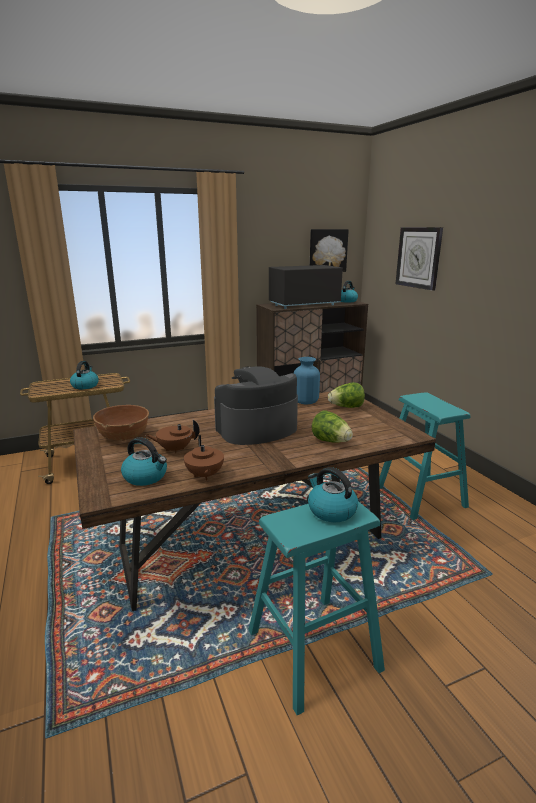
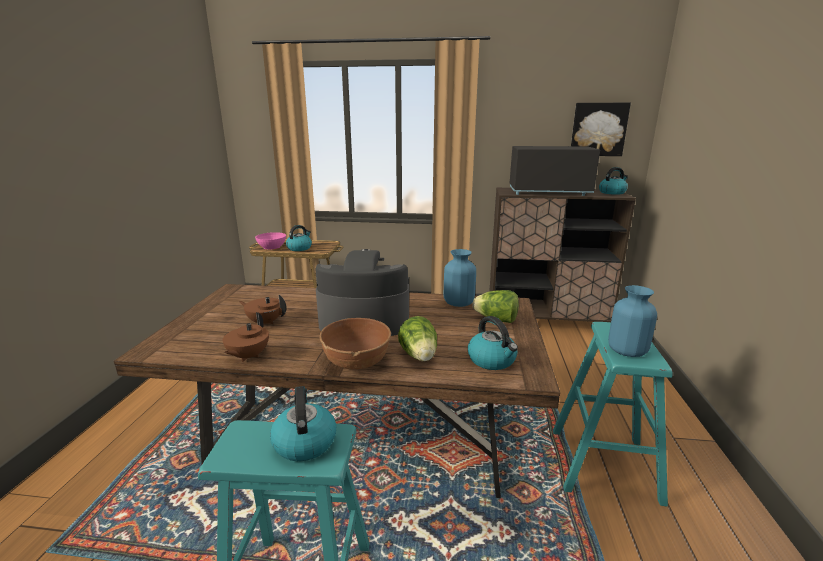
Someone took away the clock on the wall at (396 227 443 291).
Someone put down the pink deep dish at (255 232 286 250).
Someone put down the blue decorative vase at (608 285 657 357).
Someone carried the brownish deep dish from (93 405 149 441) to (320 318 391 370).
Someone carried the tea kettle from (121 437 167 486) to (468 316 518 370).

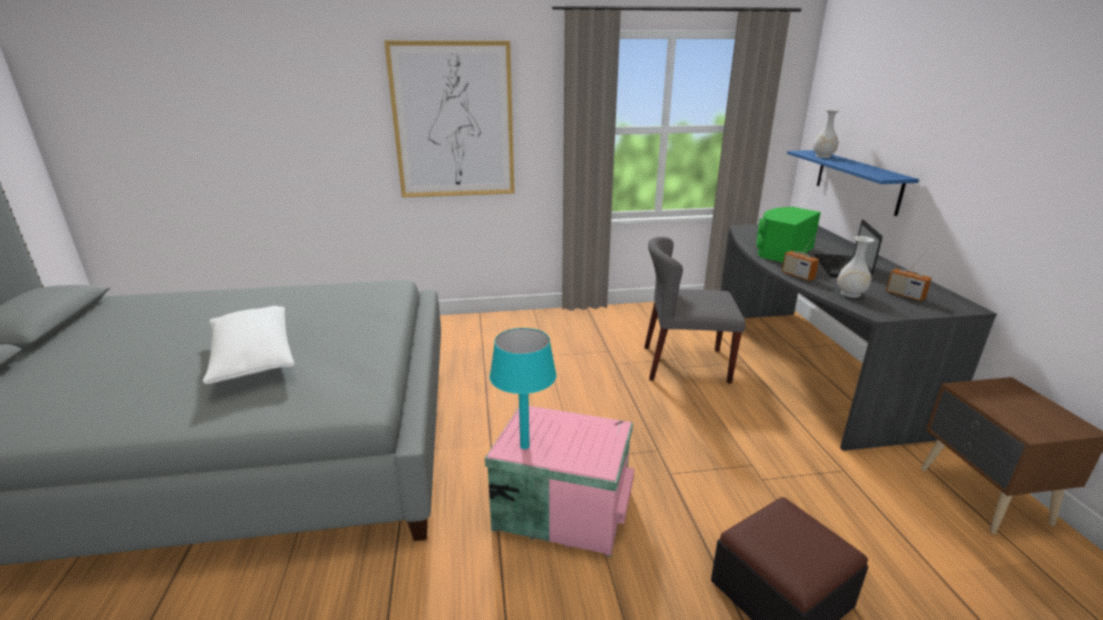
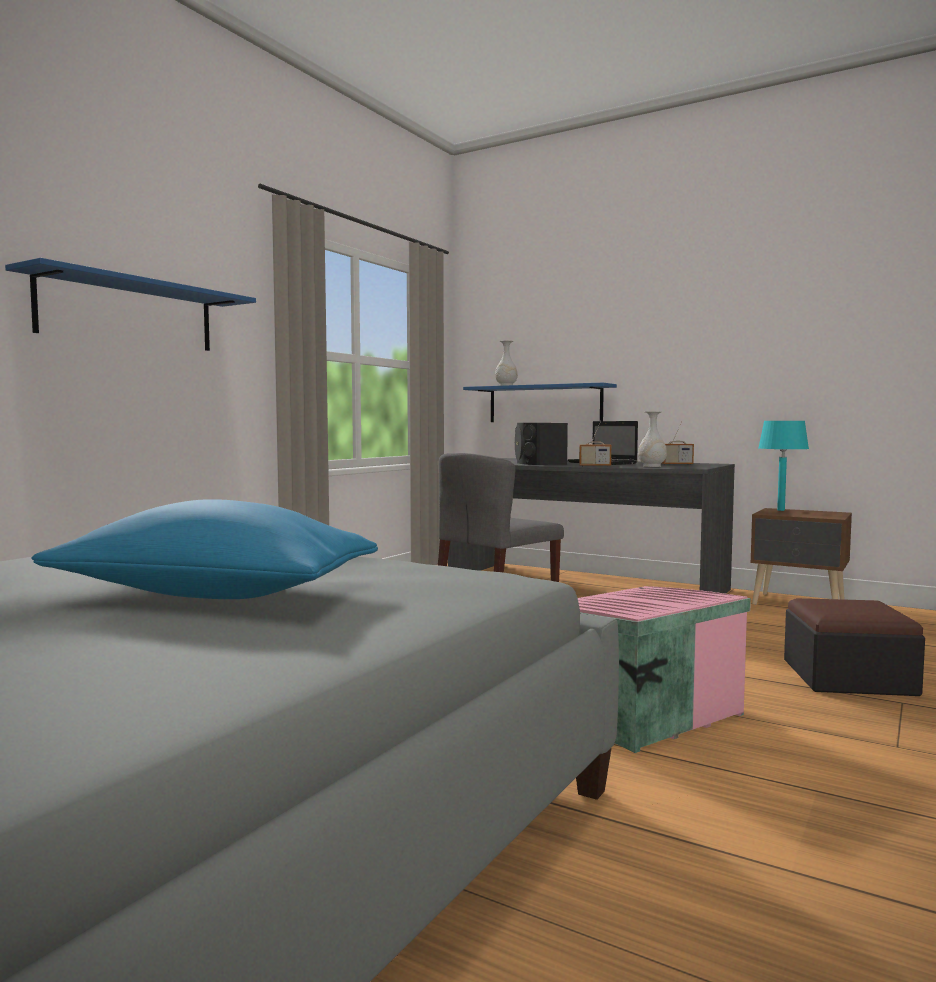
Someone carried the turquoise-coloured table lamp from (489 328 557 449) to (759 421 809 511).
Someone swapped the picture at (384 41 515 198) for the blue shelf at (5 258 256 351).
Someone repainted the white-coloured pillow at (203 306 294 384), which became the blue pillow at (32 499 378 599).
Someone repainted the green audio speaker at (756 207 821 262), which became the black audio speaker at (515 423 568 465).

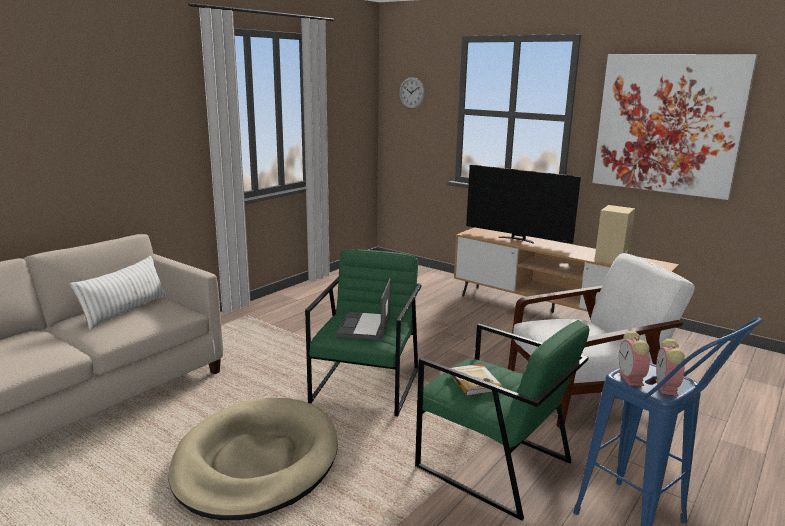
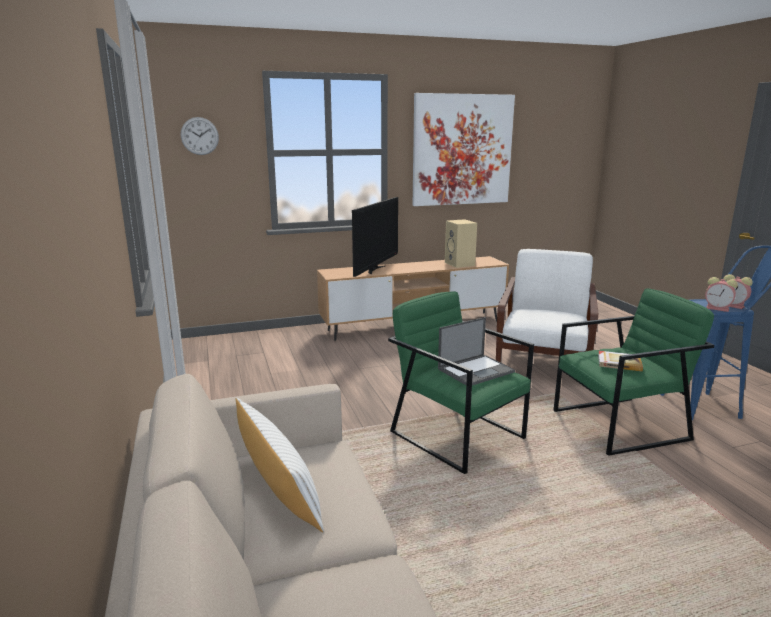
Someone took away the beige-coloured pet bed at (168 398 338 520).
Someone rotated the portable computer at (336 278 391 340) by 75 degrees counterclockwise.
Someone rotated the TV at (466 165 581 244) by 45 degrees counterclockwise.

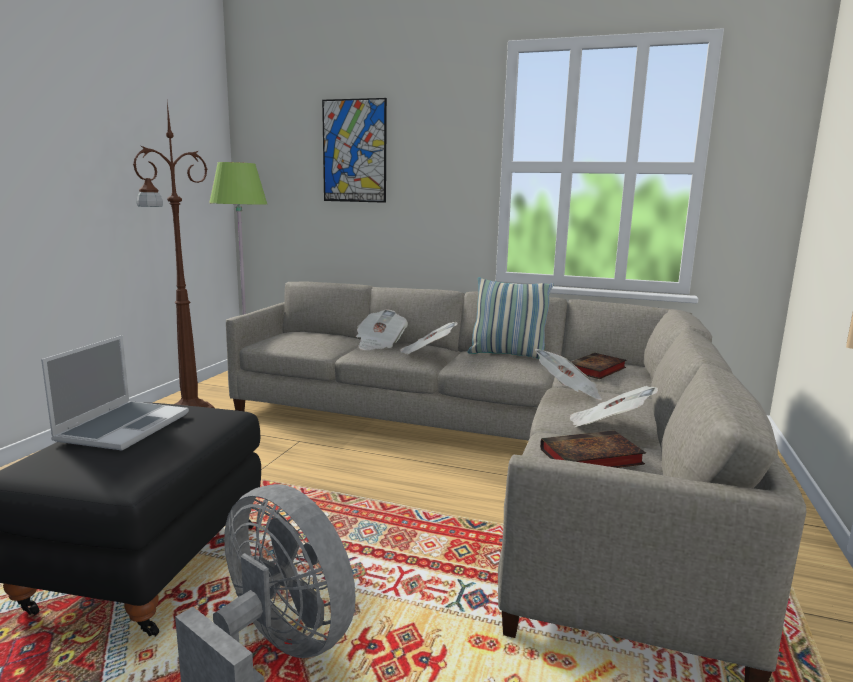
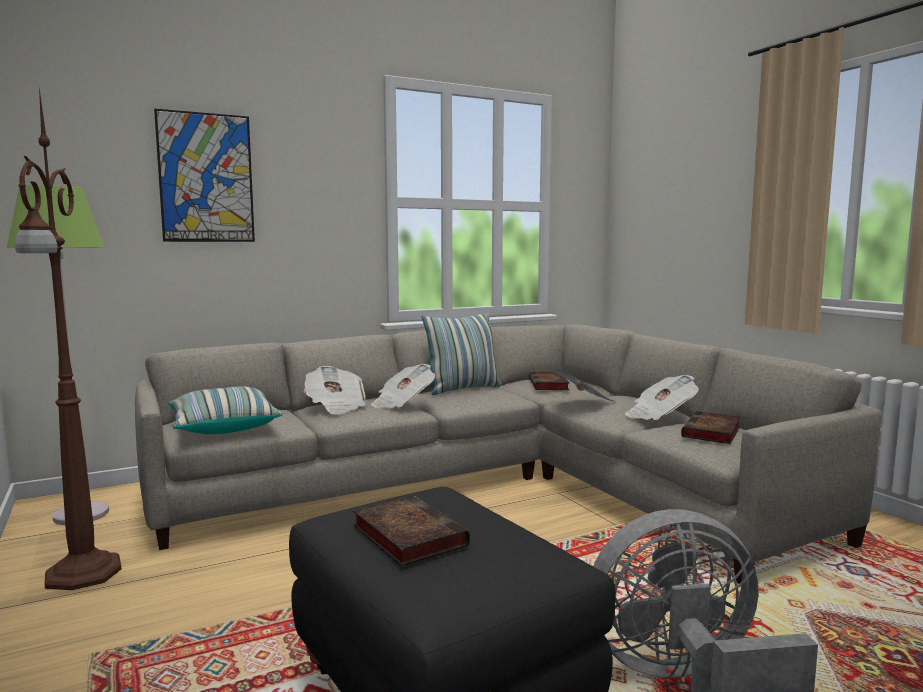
Someone put down the pillow at (168 386 283 434).
Someone swapped the portable computer at (41 335 189 450) for the book at (353 496 470 566).

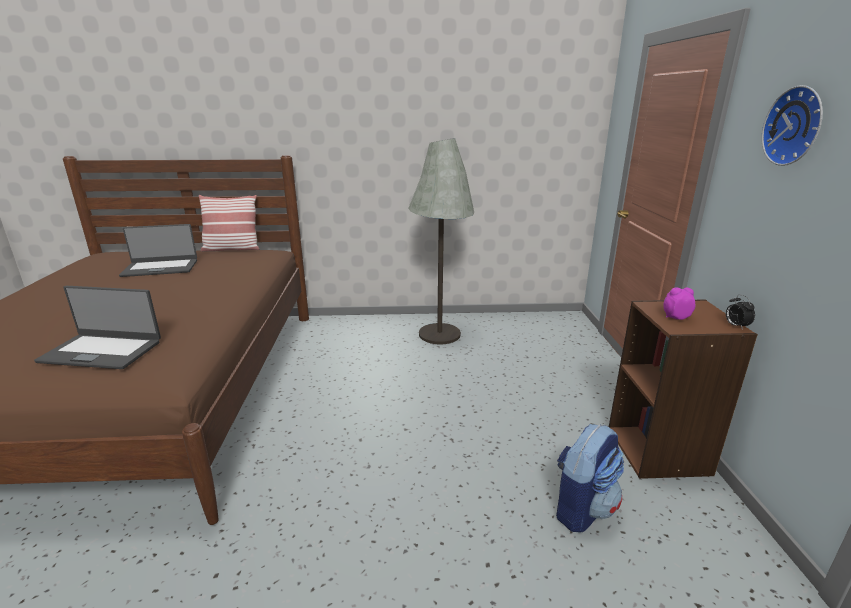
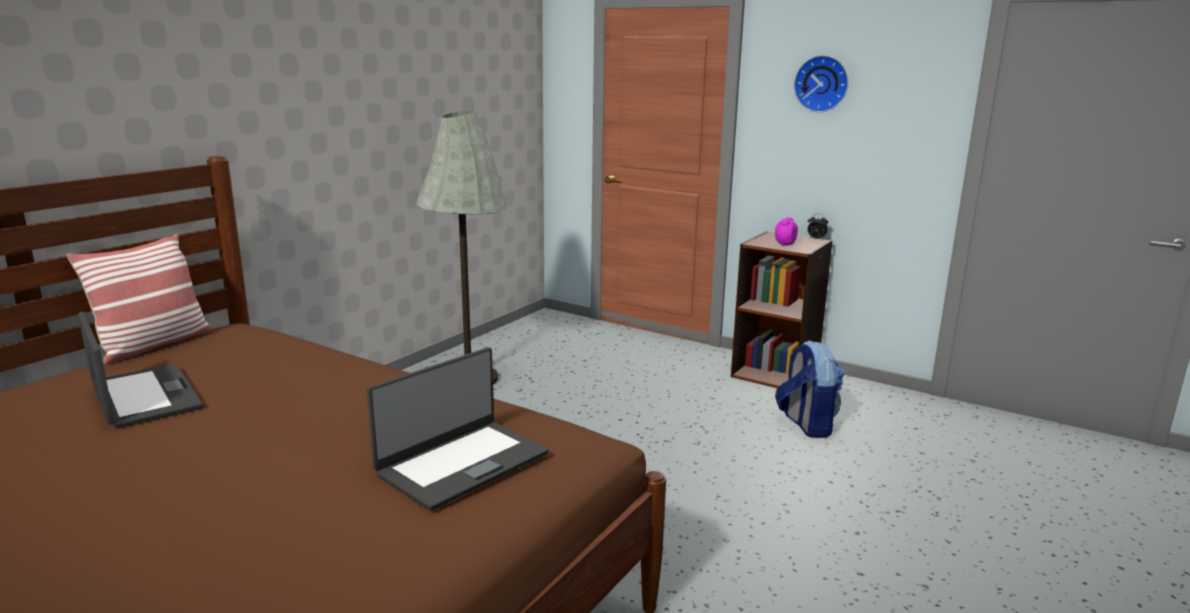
Someone rotated the portable computer at (119 224 197 277) by 60 degrees counterclockwise.

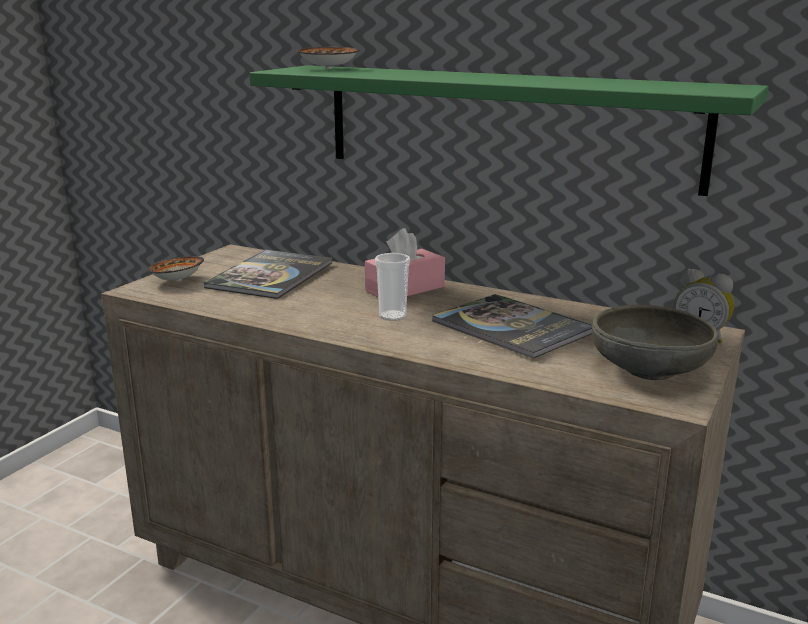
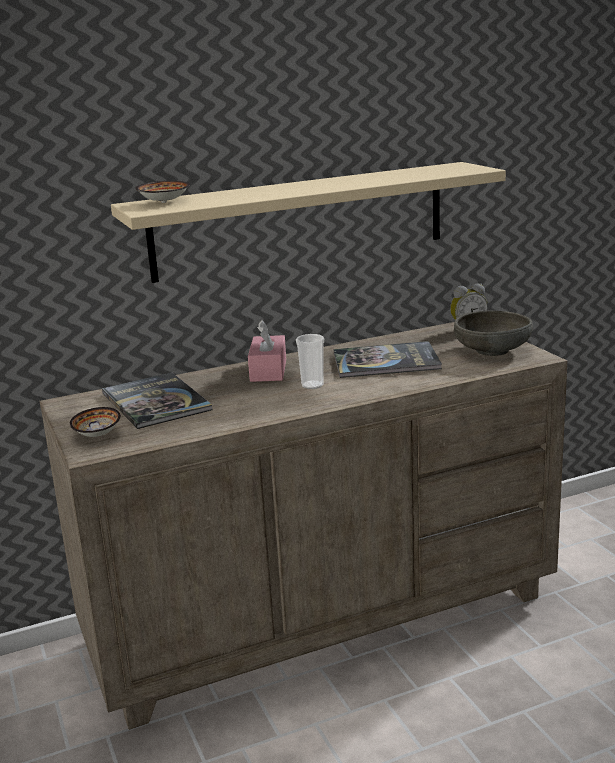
Someone repainted the green shelf at (249 65 768 196), which became the beige-coloured shelf at (111 162 506 283).

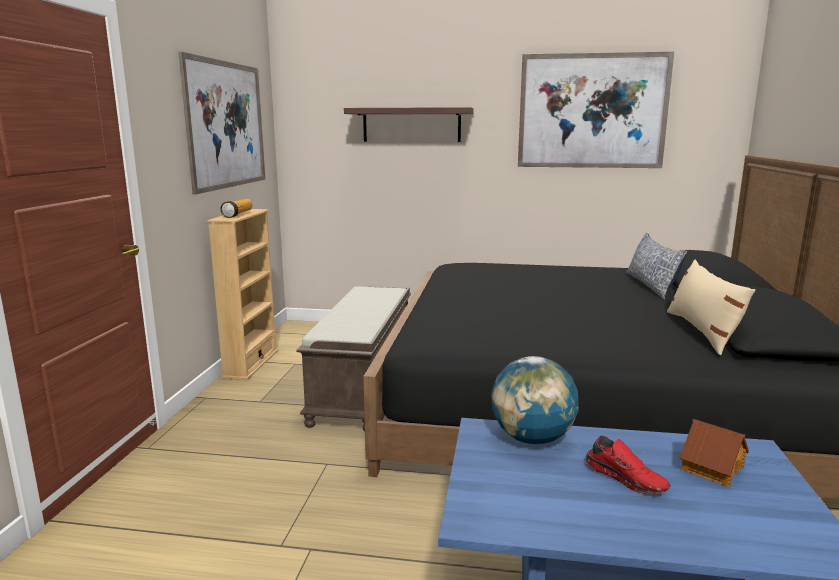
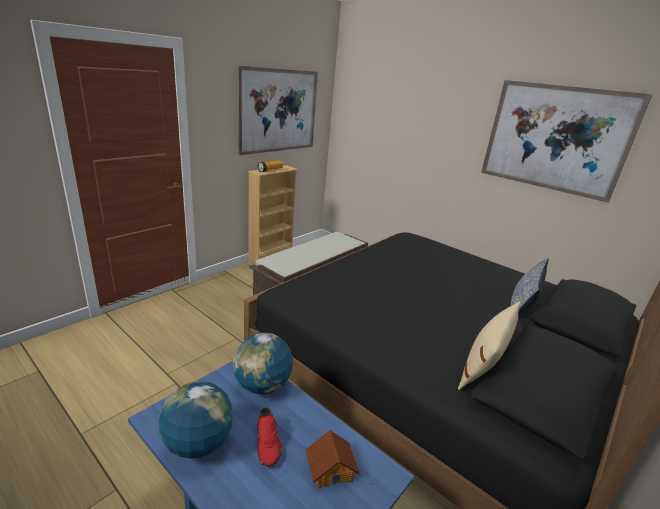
Someone took away the shelf at (344 107 474 142).
Someone put down the world globe at (158 381 233 459).

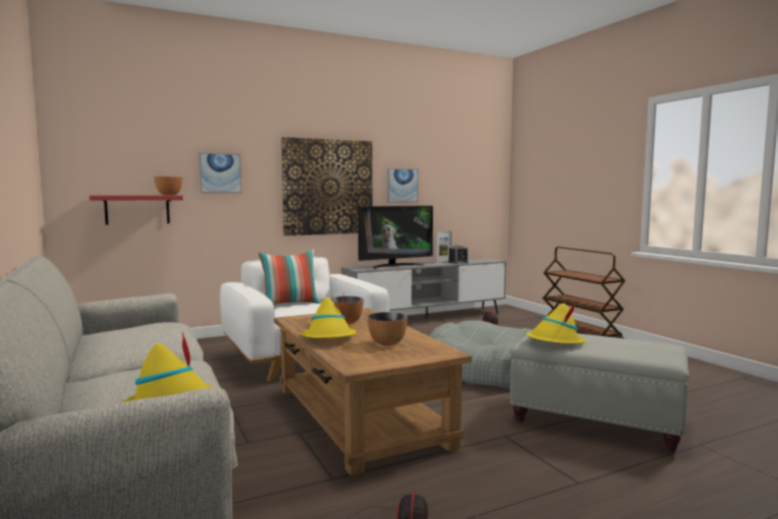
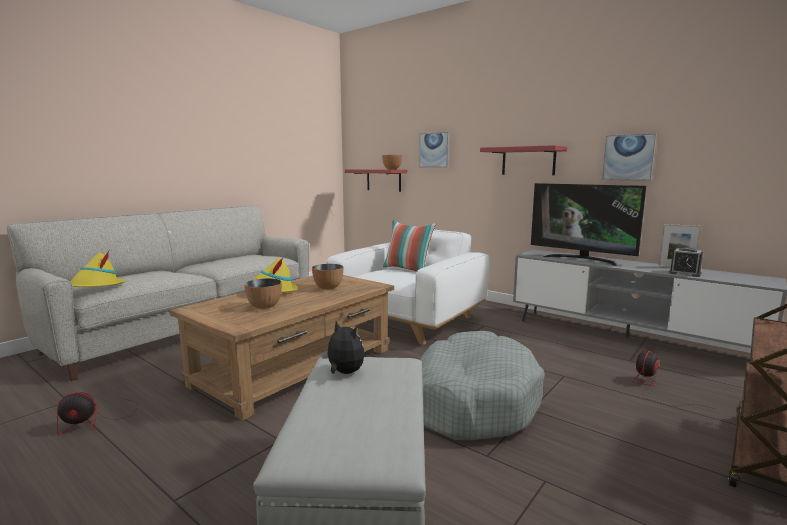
Someone swapped the picture at (281 137 372 236) for the red-coloured shelf at (480 145 567 175).
Someone swapped the yellowish wearable hat at (526 301 587 344) for the cuddly toy at (321 321 364 374).

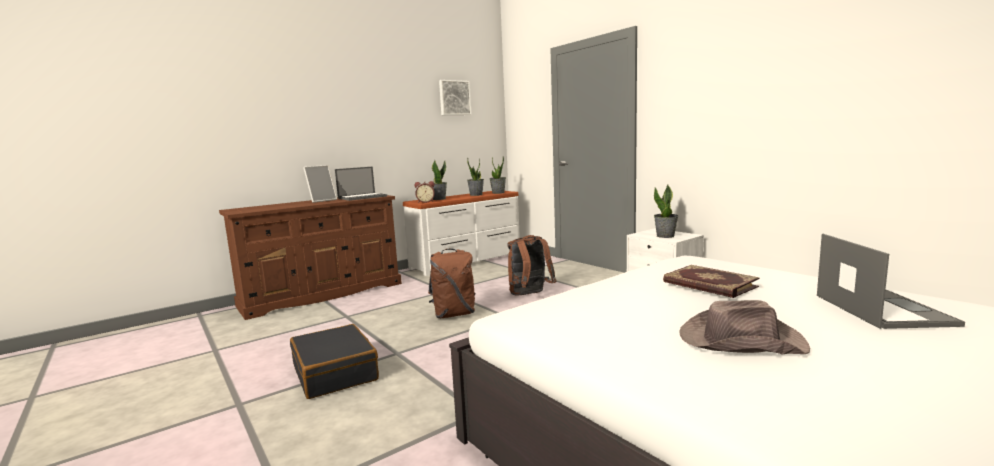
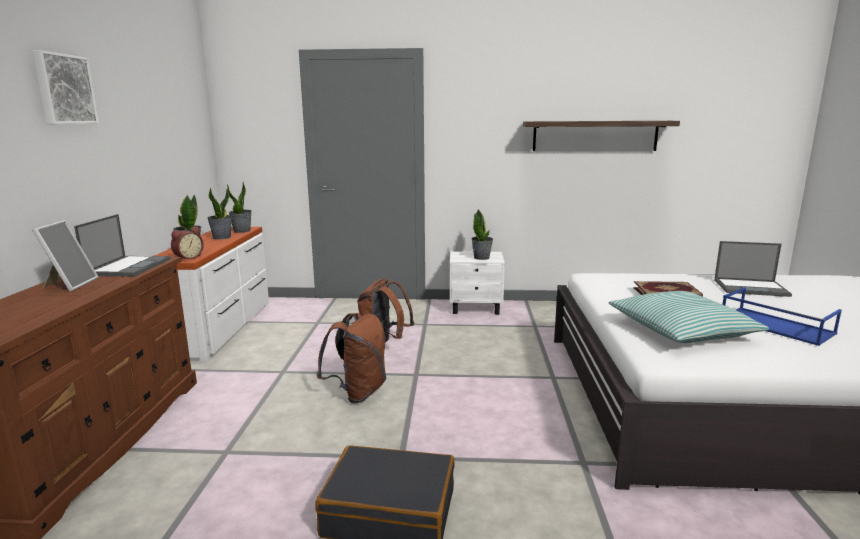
Someone put up the shelf at (523 121 680 151).
Someone put down the pillow at (609 291 769 343).
Someone carried the picture from (439 80 471 115) to (32 50 99 124).
Someone swapped the brownish wearable hat at (679 300 810 354) for the blue serving tray at (722 287 842 346).
Someone rotated the portable computer at (817 234 965 329) by 150 degrees clockwise.

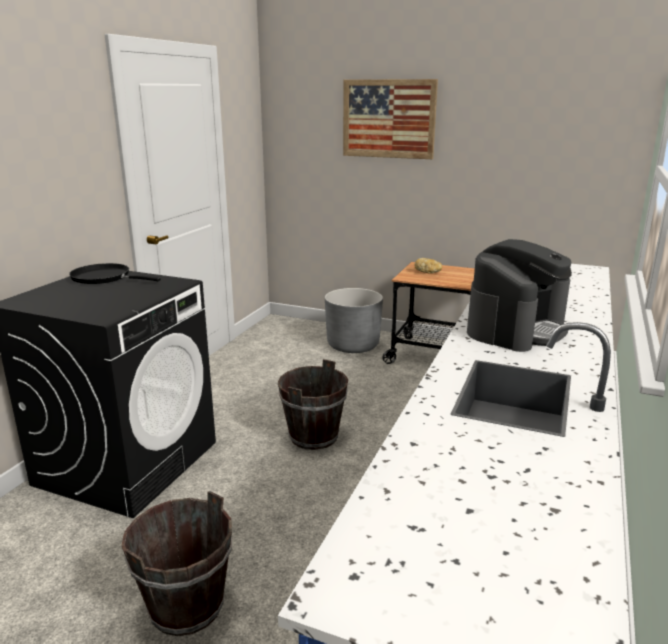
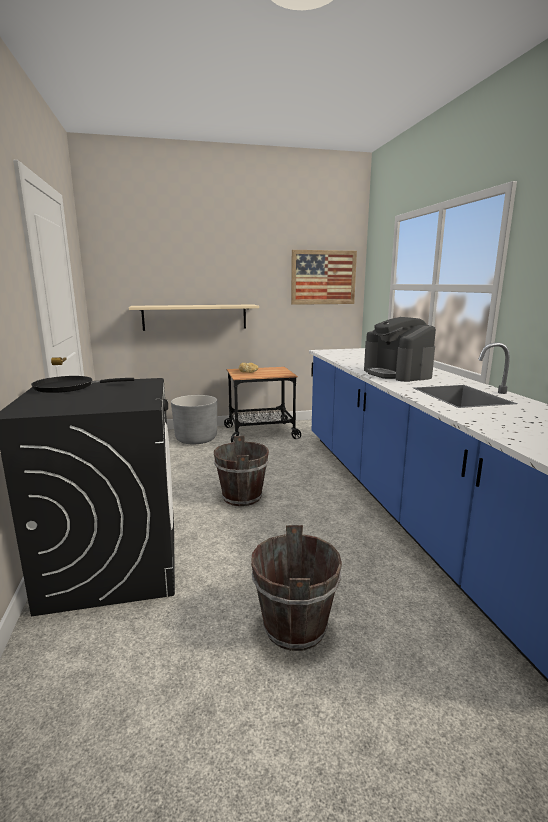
Someone put up the beige-coloured shelf at (129 304 259 331).
Someone carried the picture from (343 79 438 159) to (291 250 357 305).
Someone rotated the coffee maker at (467 239 572 352) by 150 degrees clockwise.

